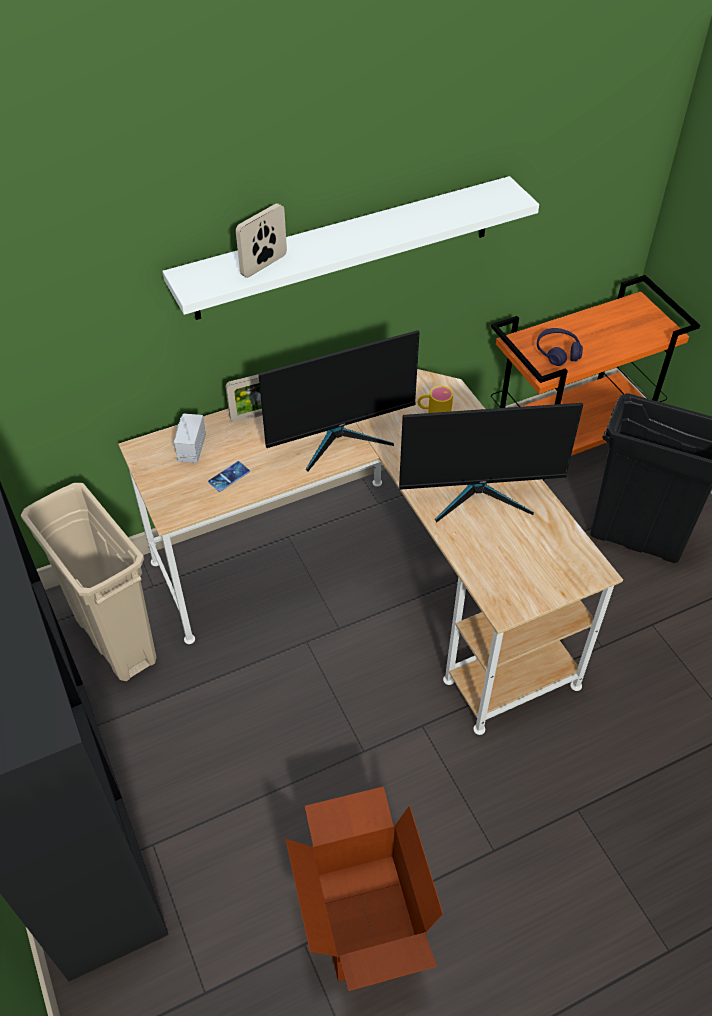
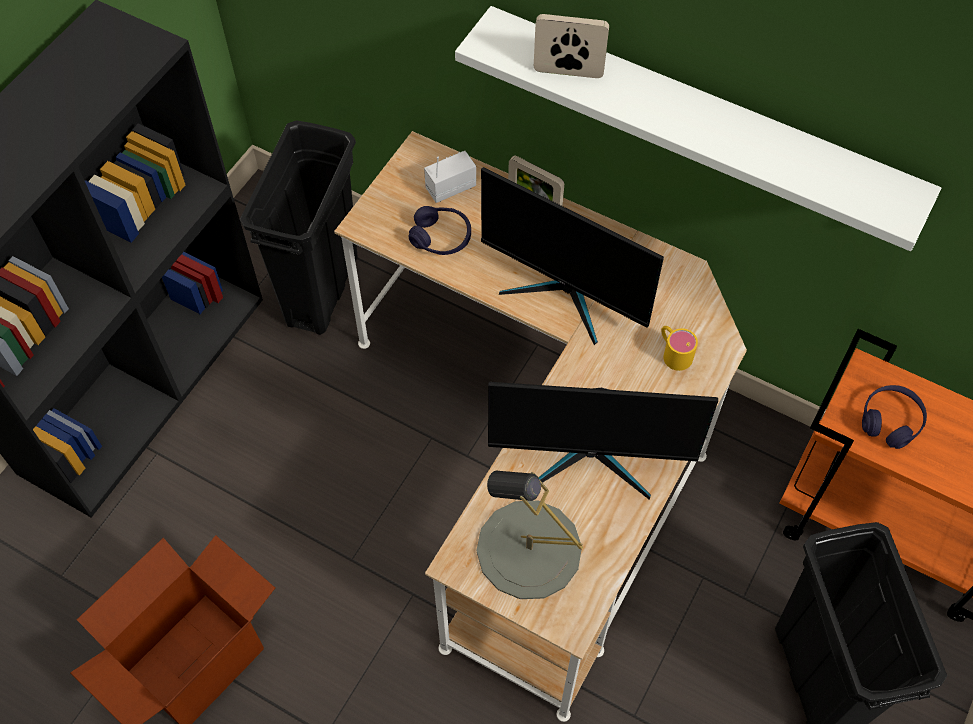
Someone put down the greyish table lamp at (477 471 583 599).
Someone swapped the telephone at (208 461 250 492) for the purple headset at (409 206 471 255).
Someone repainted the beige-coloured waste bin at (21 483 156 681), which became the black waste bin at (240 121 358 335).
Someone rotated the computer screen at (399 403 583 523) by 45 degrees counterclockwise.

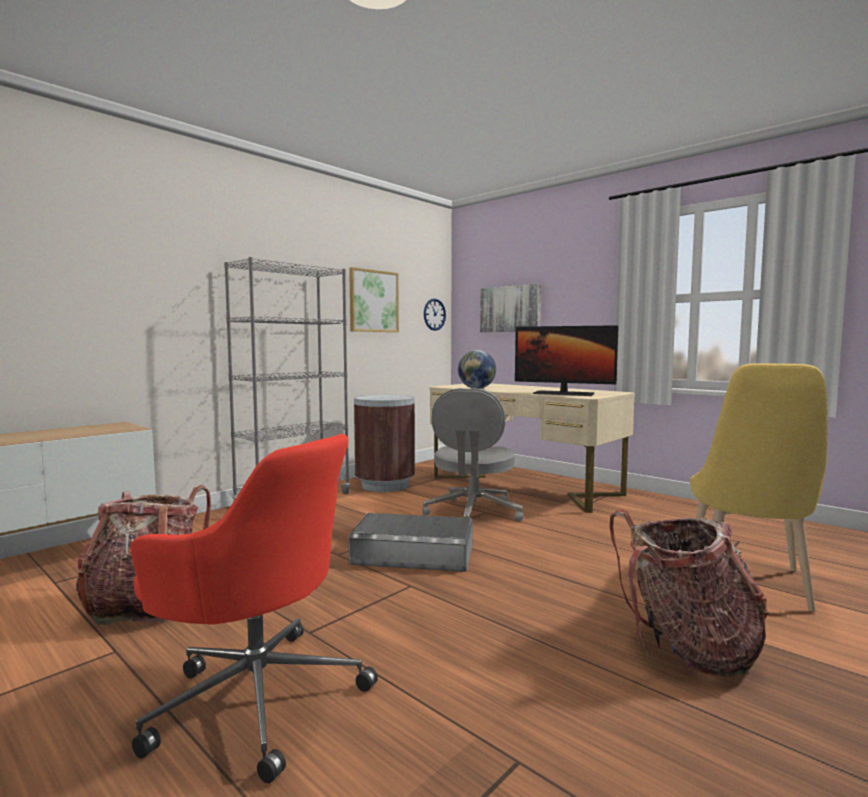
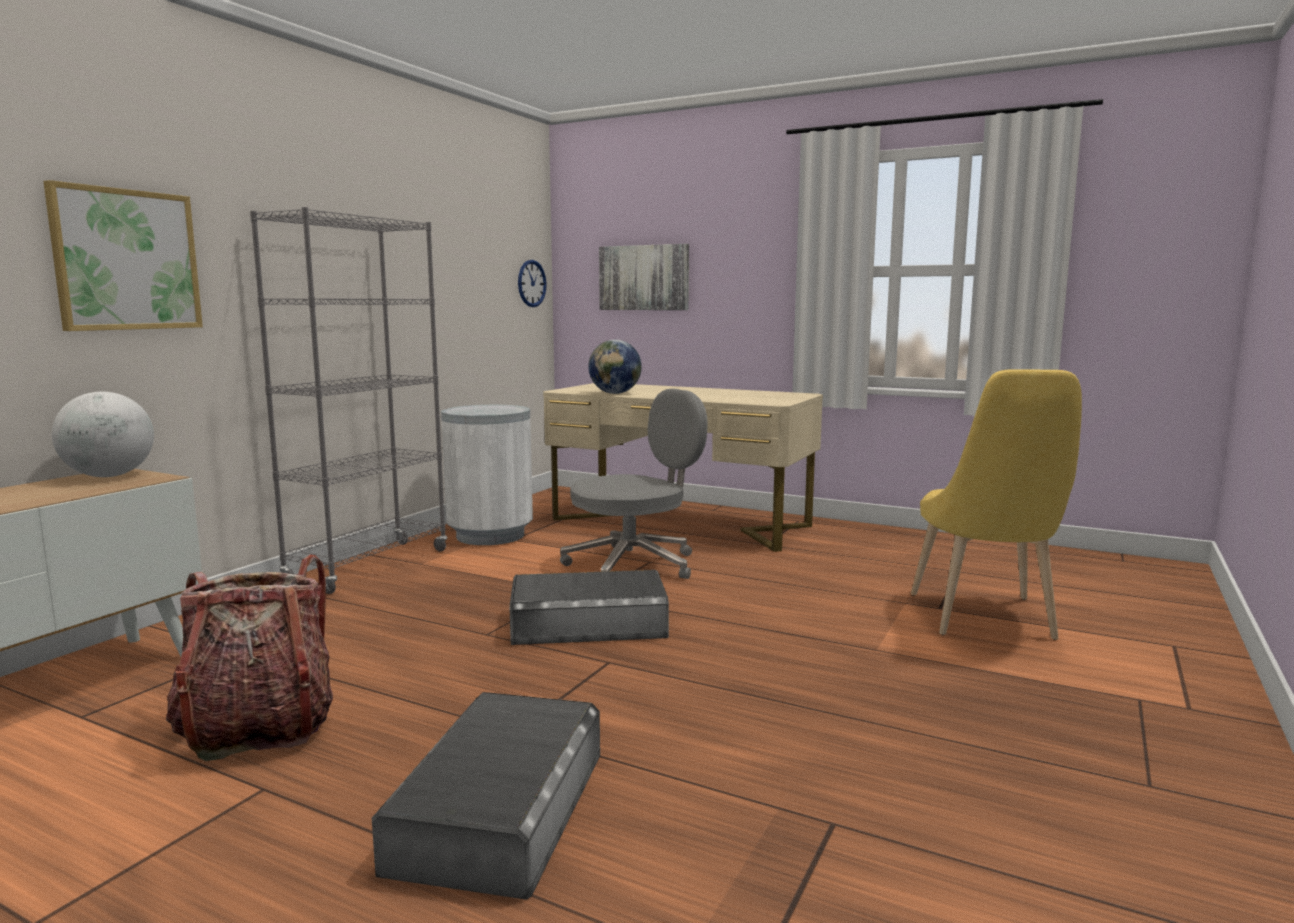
Someone took away the computer screen at (515 325 619 396).
Someone took away the rucksack at (609 510 769 677).
Someone put down the world globe at (52 392 154 477).
Someone carried the picture from (349 267 399 332) to (43 180 203 331).
Someone swapped the red-coloured office chair at (131 434 378 783) for the greyish storage box at (372 692 600 900).
Someone repainted the brownish waste bin at (354 394 415 492), which became the white-coloured waste bin at (441 405 533 545).
Someone rotated the greyish office chair at (422 388 524 521) by 120 degrees counterclockwise.

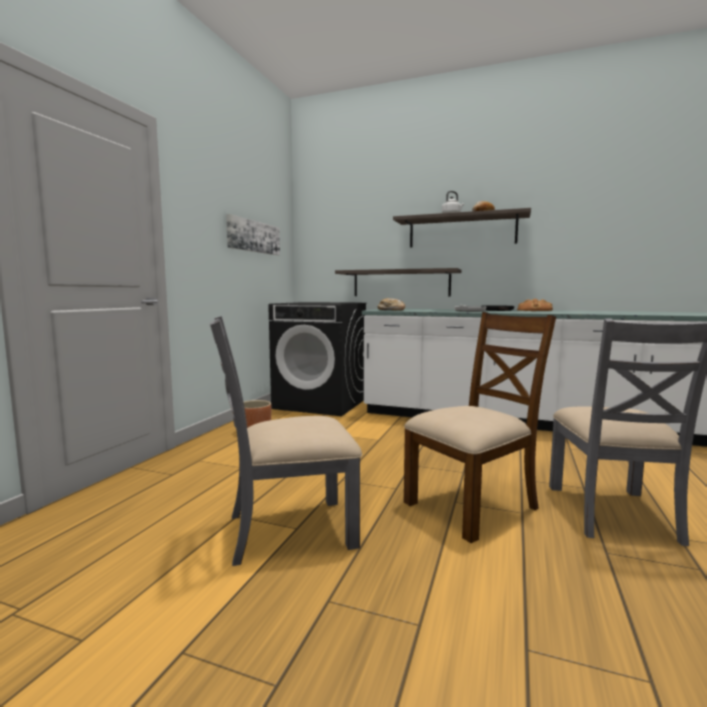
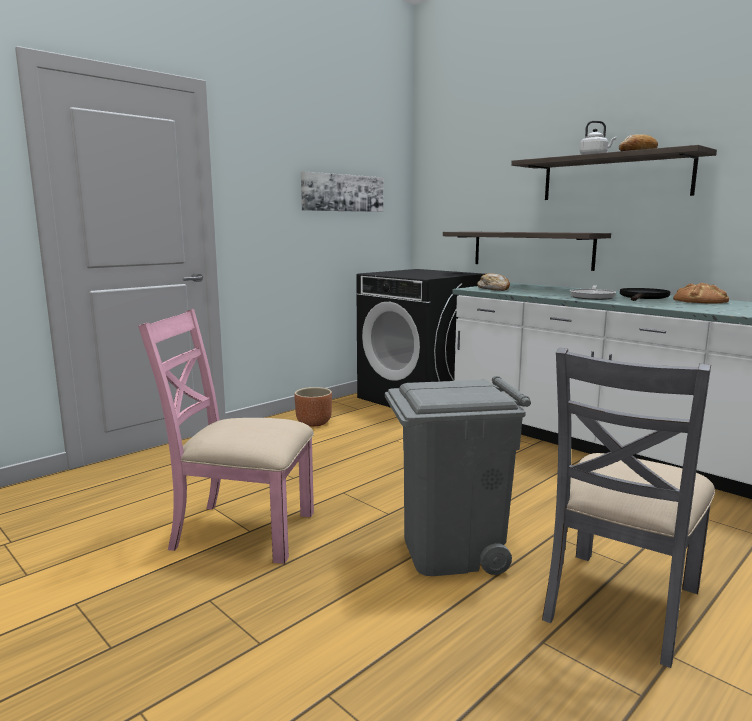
Someone swapped the brownish upright chair at (404 312 556 543) for the greyish waste bin at (385 376 531 576).
Someone repainted the greyish upright chair at (210 316 362 566), which became the pink upright chair at (138 309 314 564).

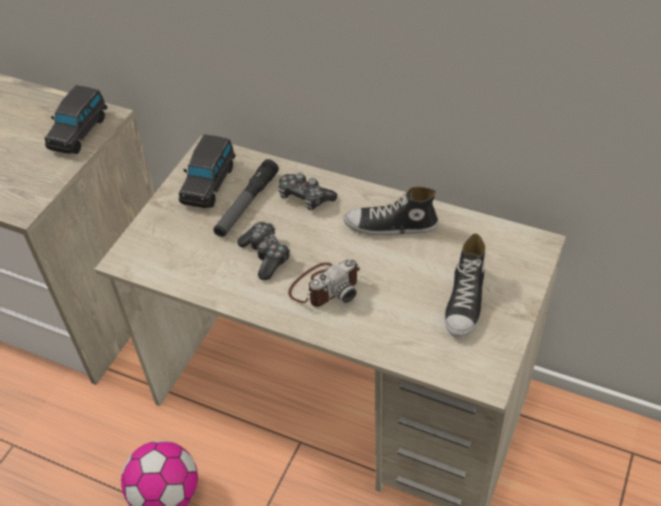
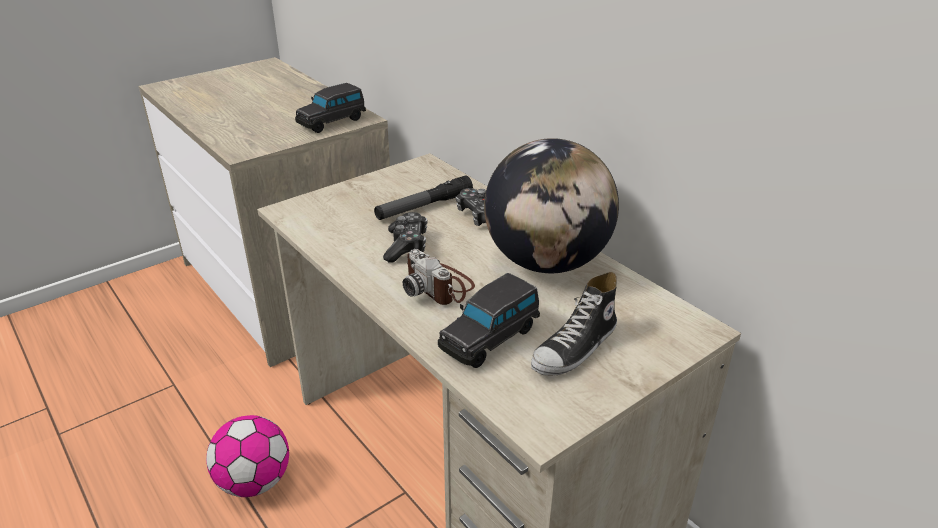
Someone carried the black miniature car from (179 134 236 208) to (438 273 540 368).
Someone swapped the shoe at (344 187 439 235) for the world globe at (484 138 619 273).
Someone rotated the photo camera at (288 259 360 307) by 60 degrees clockwise.

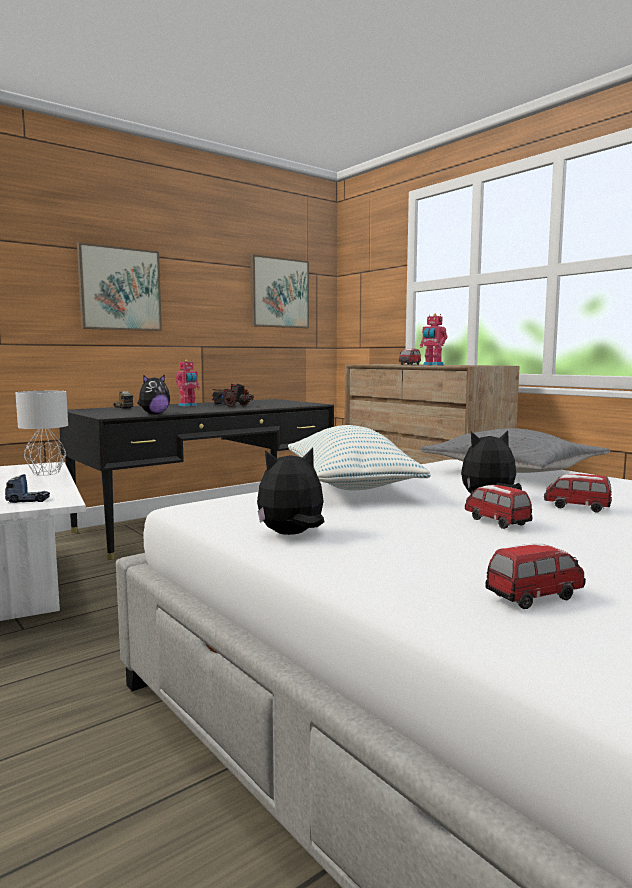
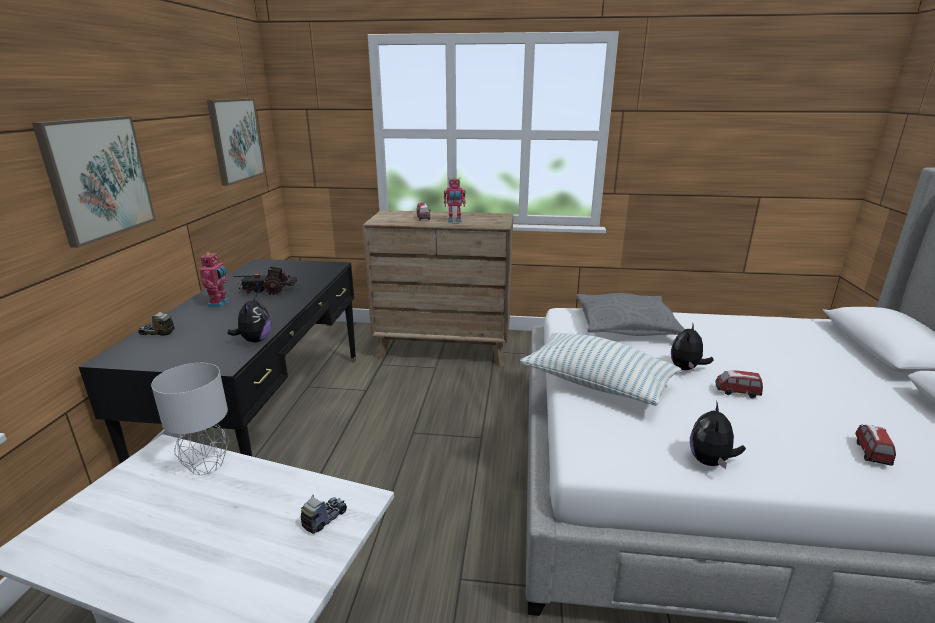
Someone took away the miniature car at (544 474 612 512).

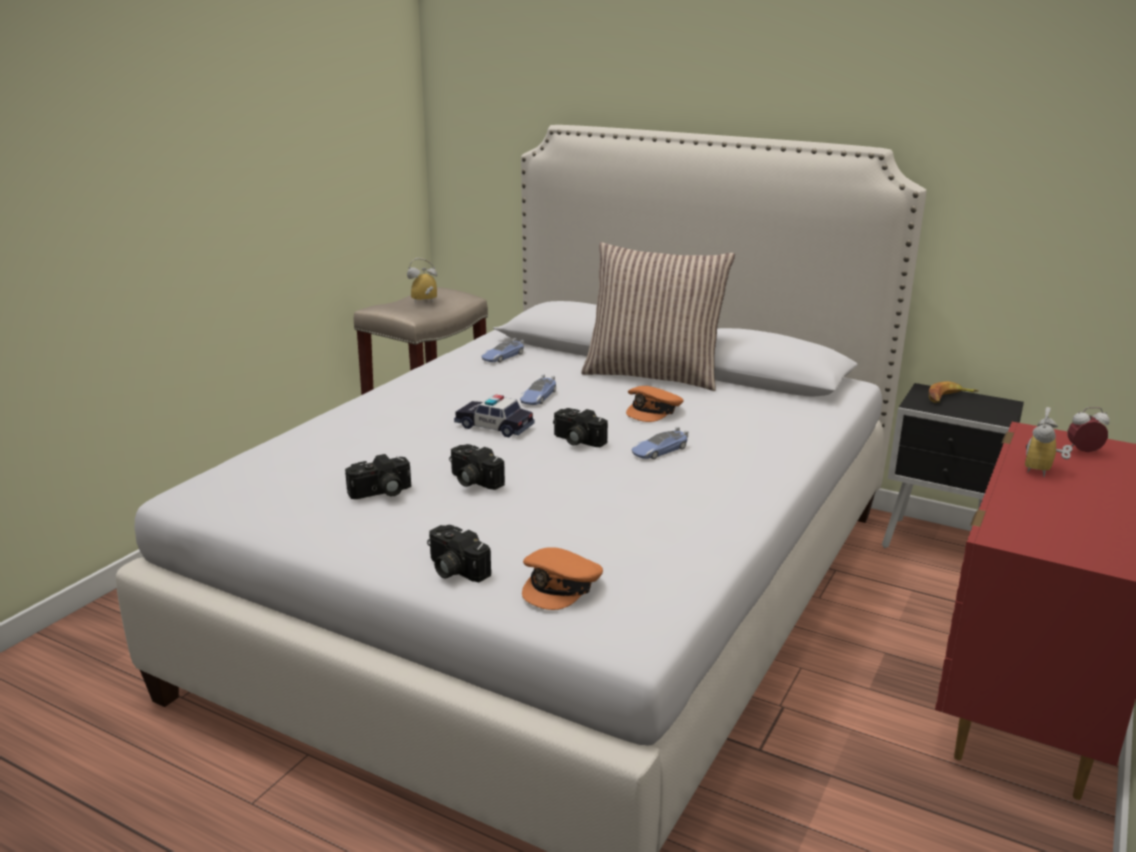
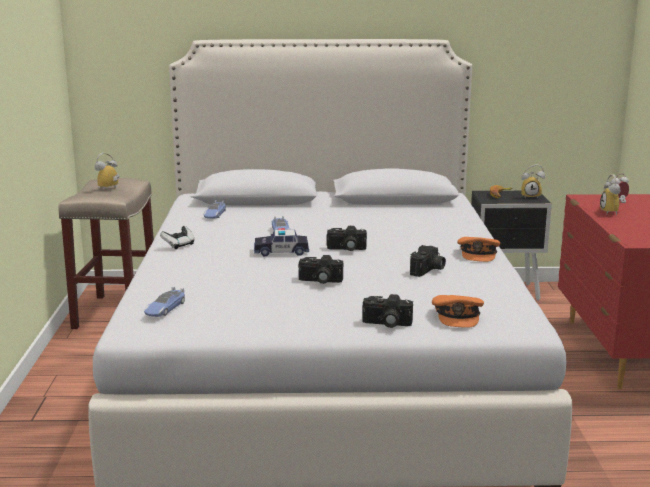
Someone took away the pillow at (581 242 735 391).
Someone put down the gamepad at (160 226 195 249).
Someone put down the alarm clock at (521 164 545 199).
Someone carried the photo camera from (345 454 411 499) to (410 245 446 277).
Someone carried the orange cap from (626 386 683 422) to (457 237 500 262).
Someone carried the miniature car from (631 427 688 459) to (144 287 185 317).

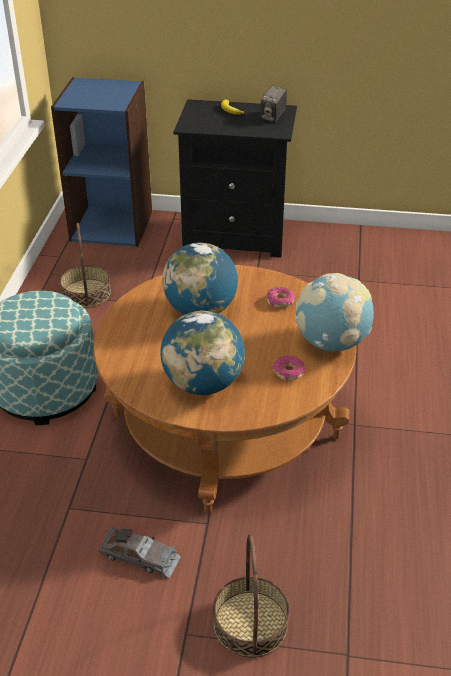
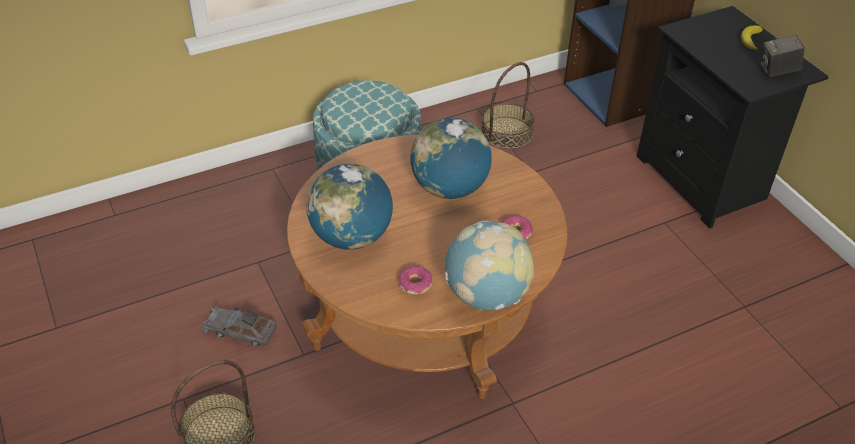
Someone rotated the greyish miniature car at (99 526 181 579) by 120 degrees clockwise.

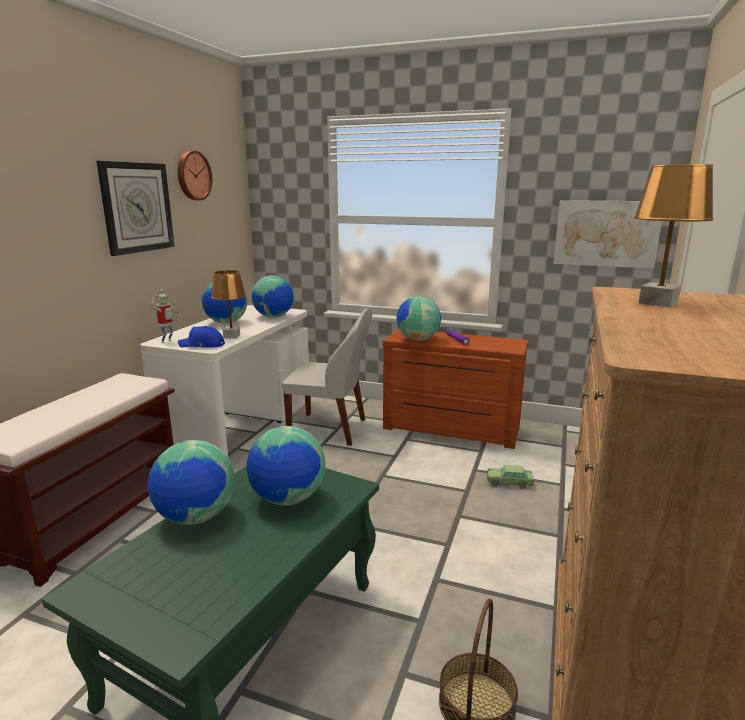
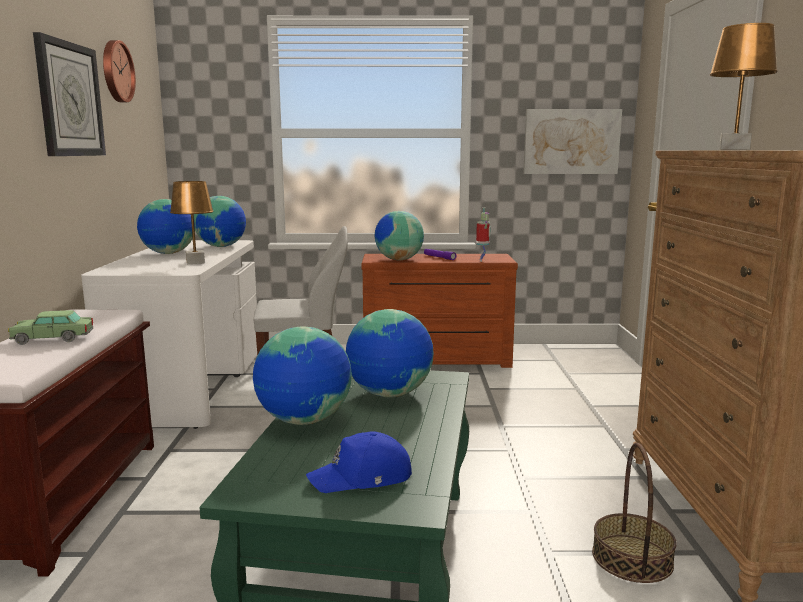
Someone carried the model robot from (151 289 178 343) to (476 208 491 262).
Someone carried the blue cap from (178 326 225 348) to (306 431 412 493).
Someone carried the miniature car from (487 465 534 489) to (8 310 93 345).

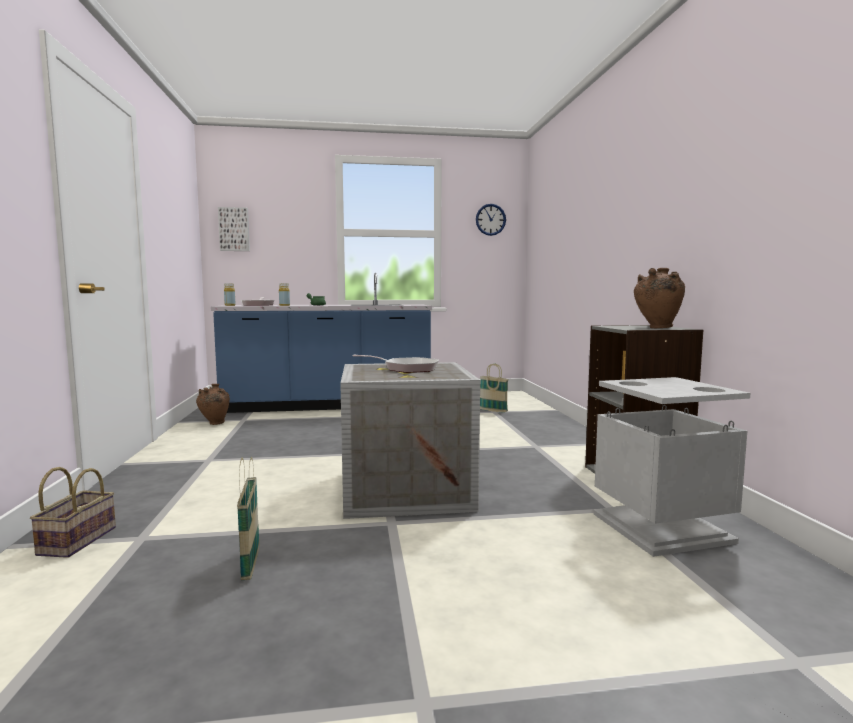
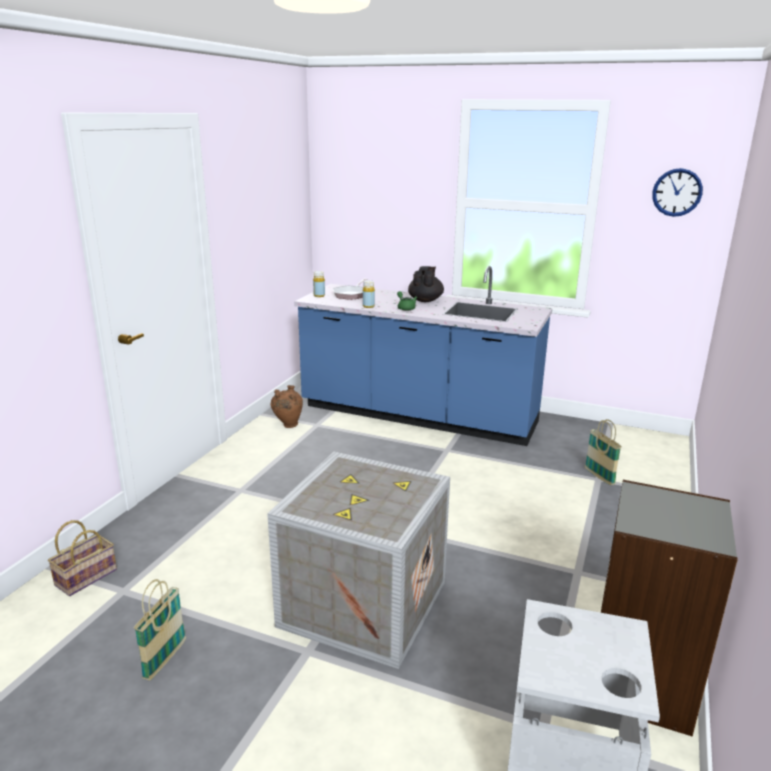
Someone took away the picture at (218 207 250 251).
Someone took away the frying pan at (353 355 439 373).
Someone took away the brownish decorative vase at (634 268 685 328).
Someone put down the black teapot at (408 266 444 302).

